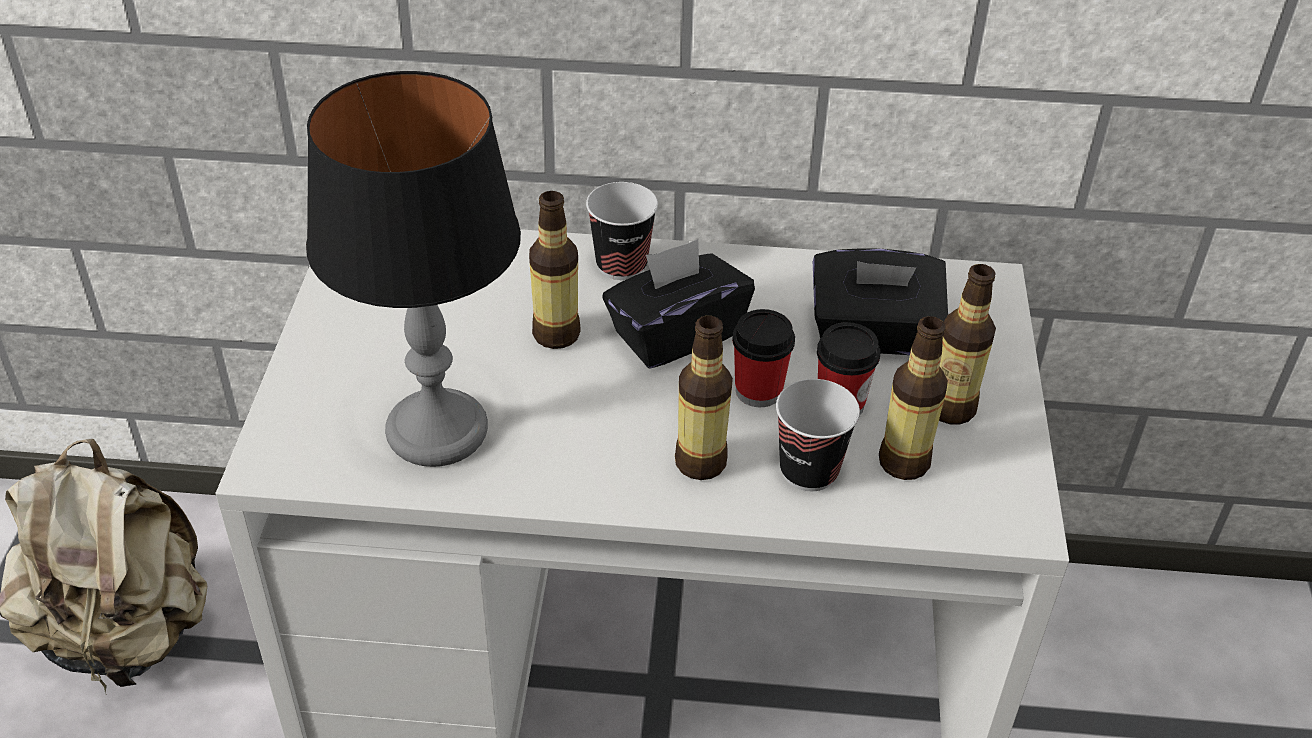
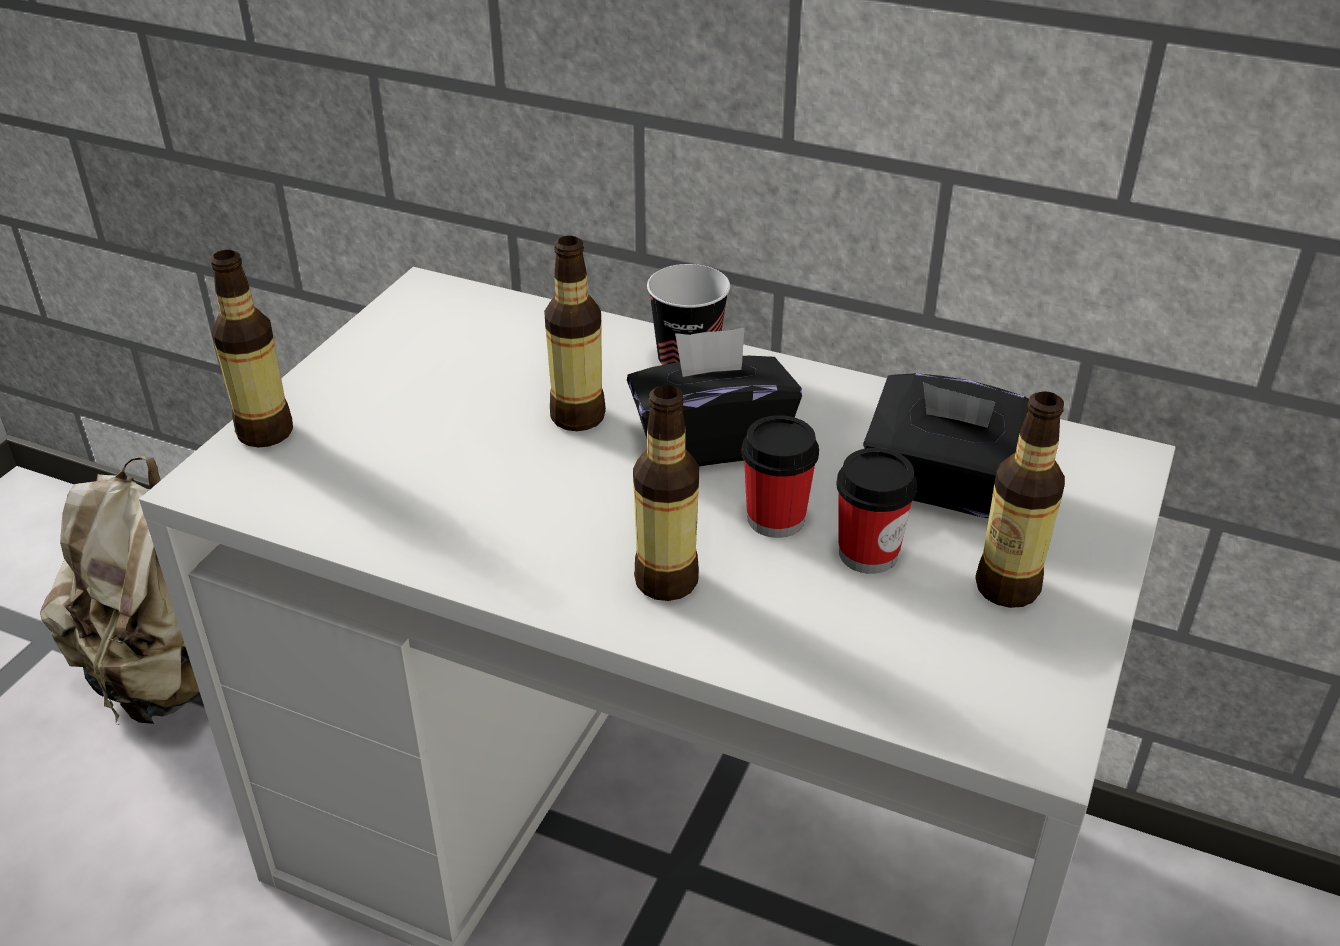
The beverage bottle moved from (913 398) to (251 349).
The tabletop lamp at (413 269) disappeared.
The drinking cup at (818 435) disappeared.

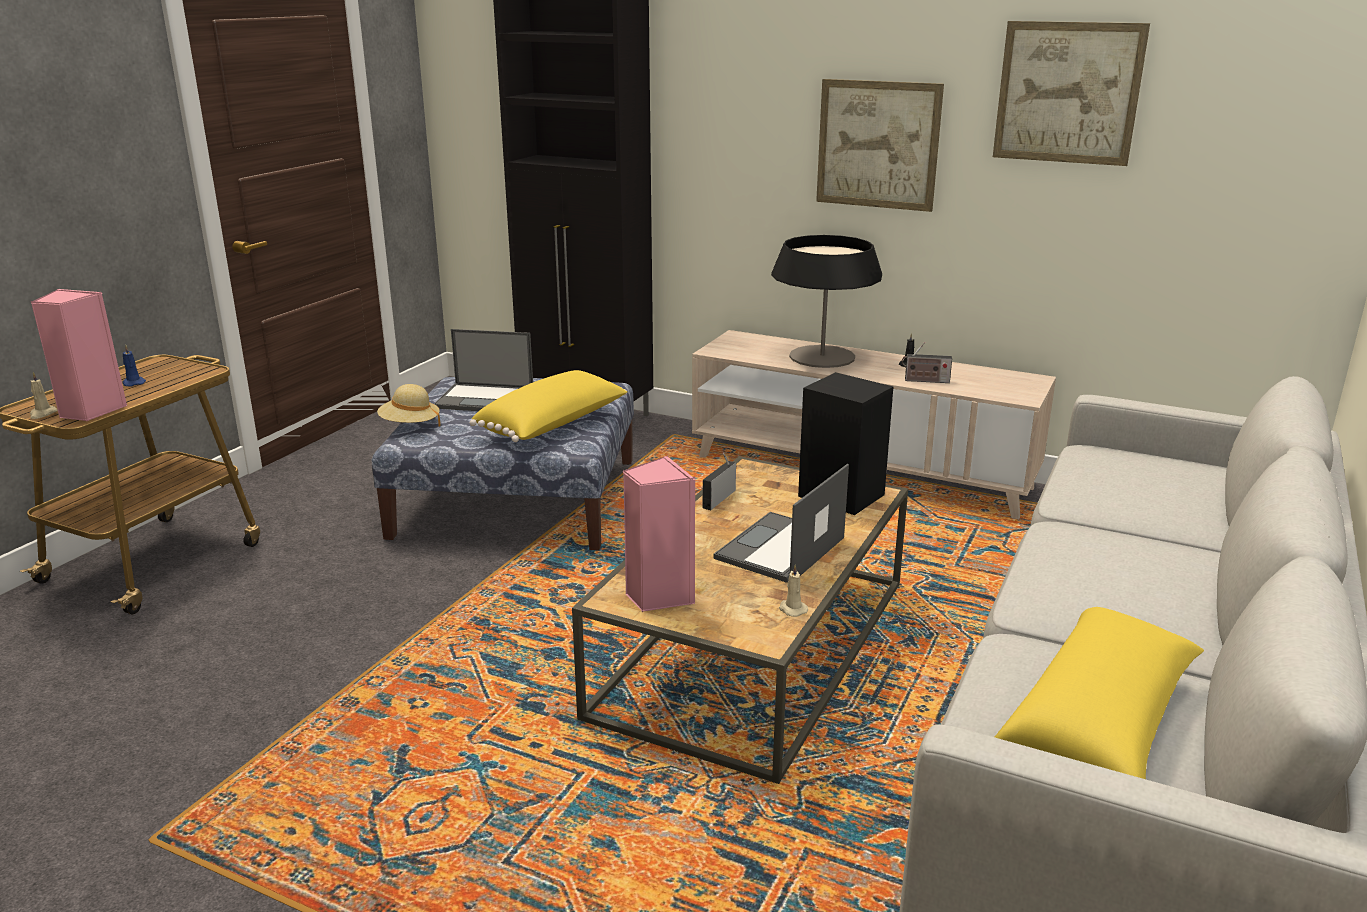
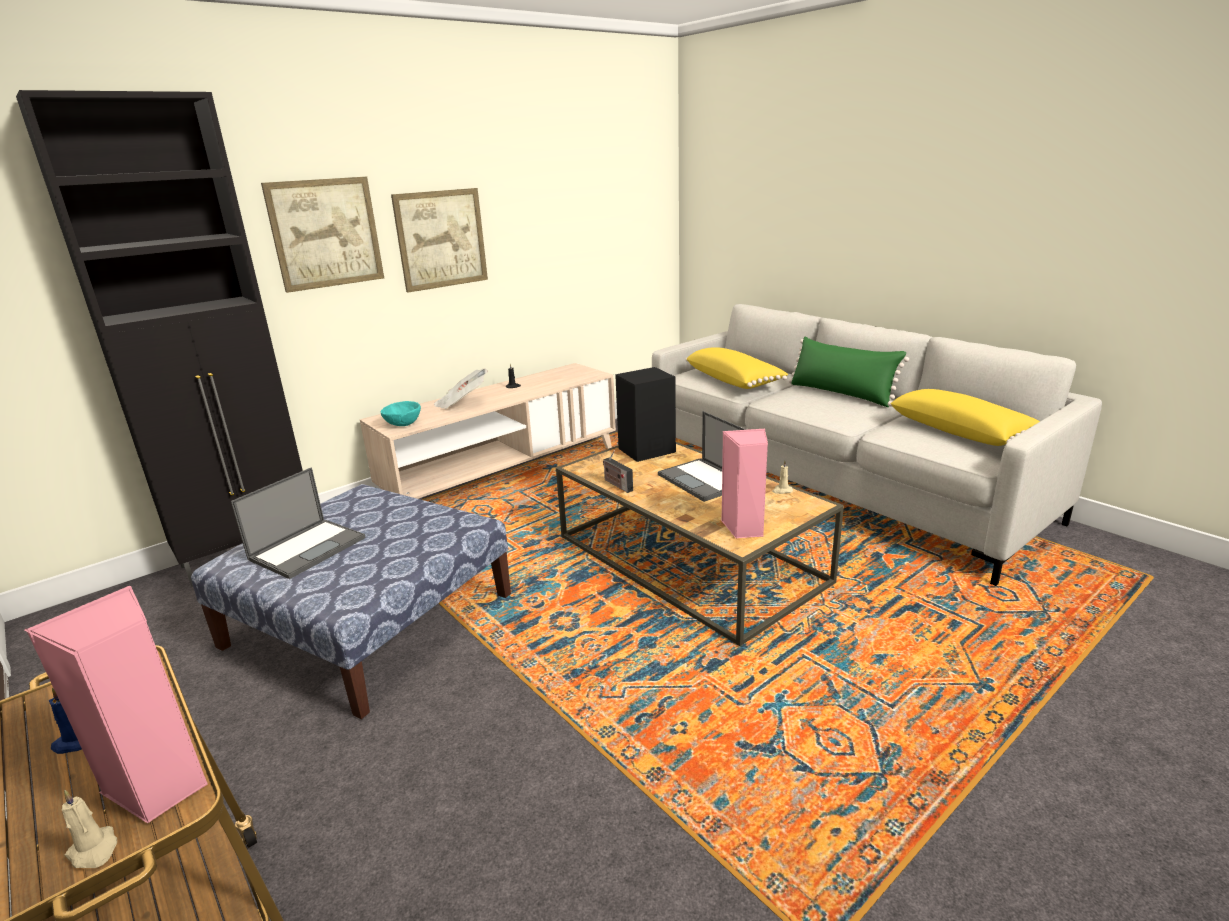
The wall art moved from (1071 93) to (322 235).
The bowl (blue-green) at (401 413) appeared.
The tabletop lamp at (826 301) was replaced by the newspaper at (461 389).
The pillow (yellow) moved from (548 406) to (736 368).
The pillow (green) at (849 372) appeared.
The clothing hat (beige-coloured) at (408 405) disappeared.
The radio at (927 362) disappeared.

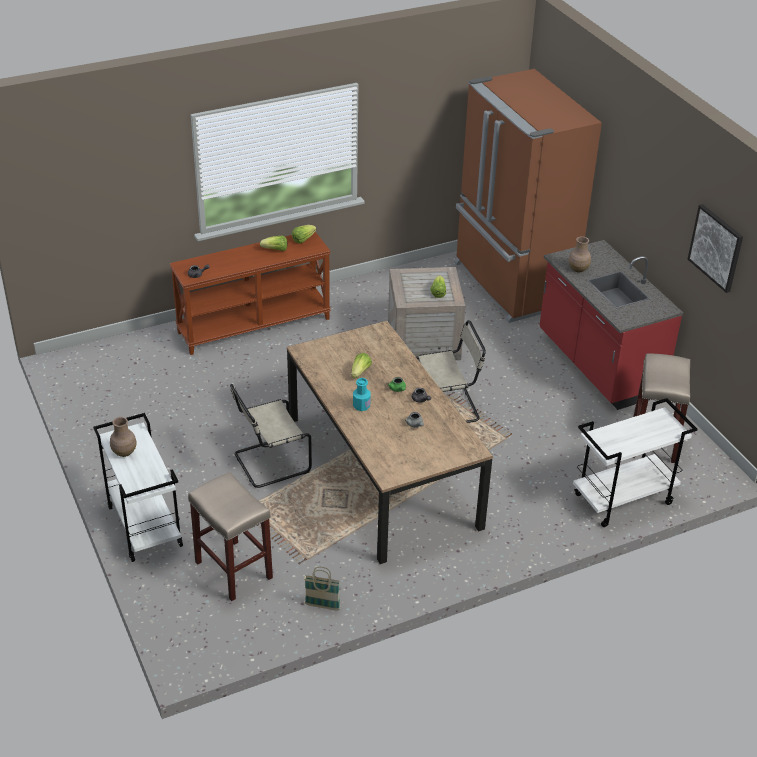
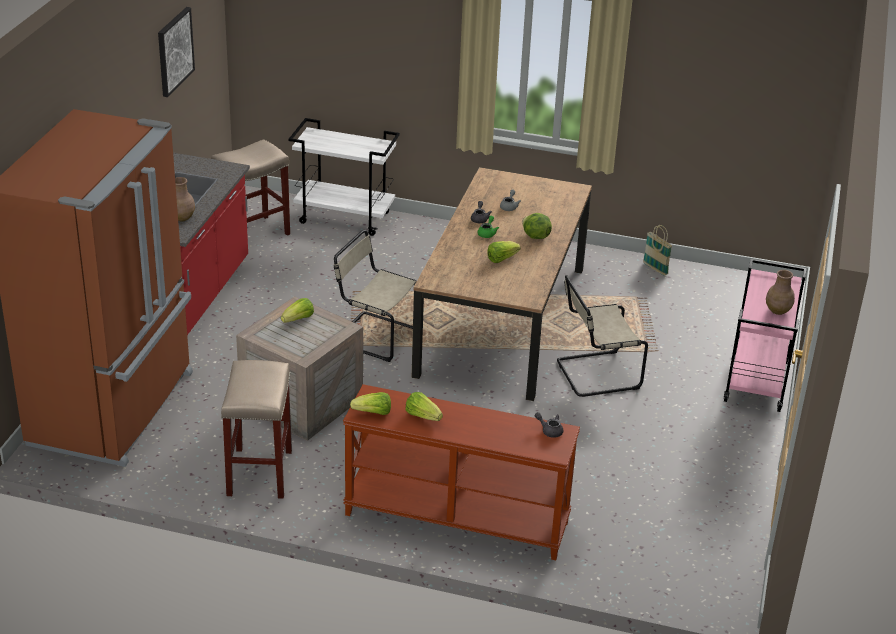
The sitting stool (beige-coloured) moved from (230 536) to (256 429).
The beverage bottle (blue-green) at (362 394) was replaced by the head of lettuce at (537 226).
The plain chair (beige-coloured) at (271 436) turned 150 degrees clockwise.
The wheeled cart (whitish) at (138 487) became the wheeled cart (pinkish) at (765 335).

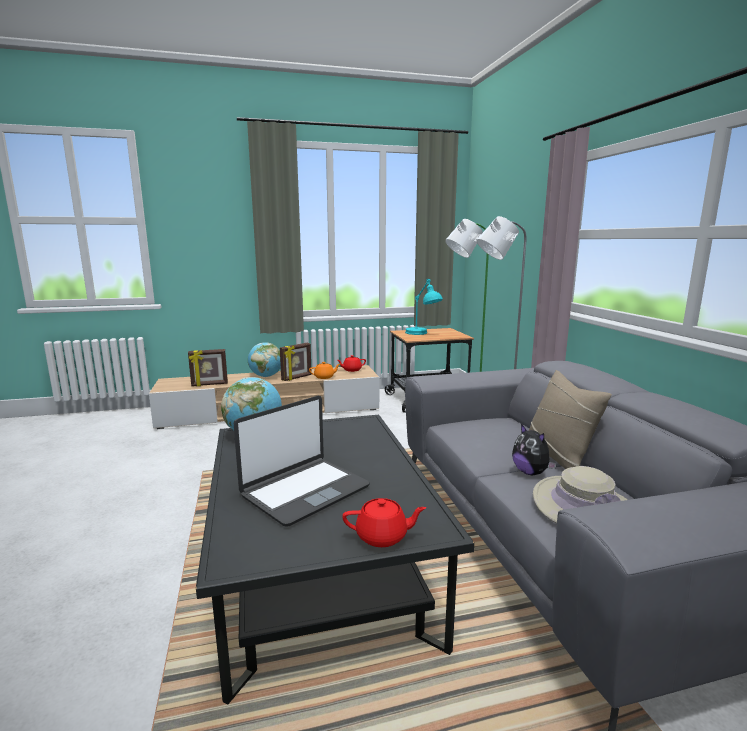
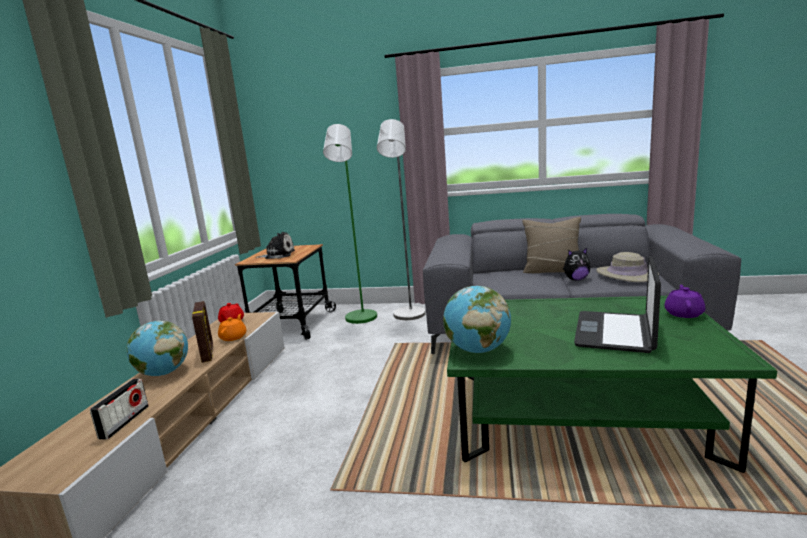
The photo frame at (208 367) was replaced by the radio at (119 409).
The tabletop lamp (blue-green) at (424 307) was replaced by the cuddly toy at (275 245).
The coffee table (blackish) at (335 559) became the coffee table (green) at (612 384).
The laptop at (302 461) turned 135 degrees counterclockwise.
The pot for tea (red) at (384 522) became the pot for tea (purple) at (684 301).

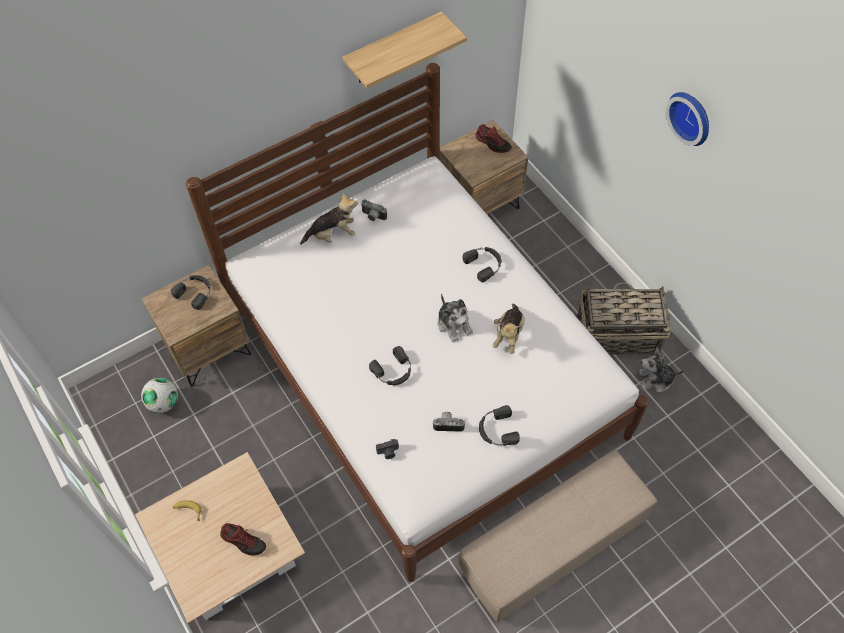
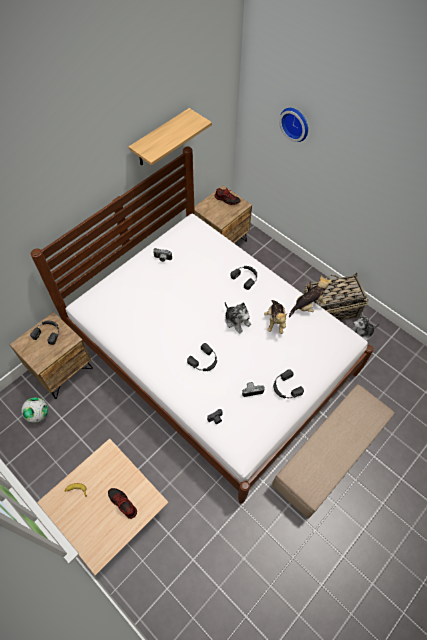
The item of footwear at (243 539) turned 150 degrees counterclockwise.
The hanging clock moved from (687 119) to (293 125).
The cuddly toy moved from (329 219) to (310 296).

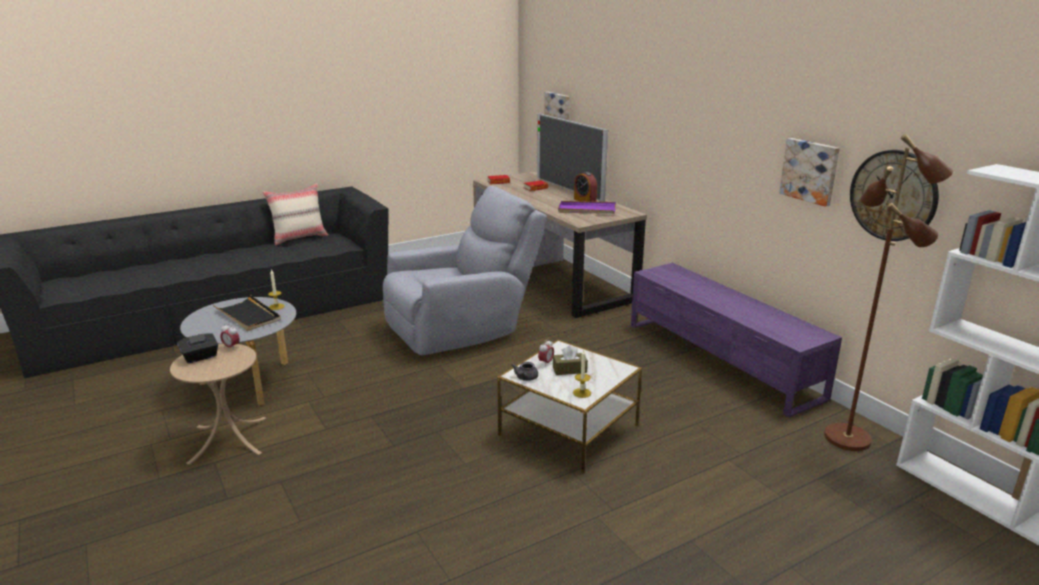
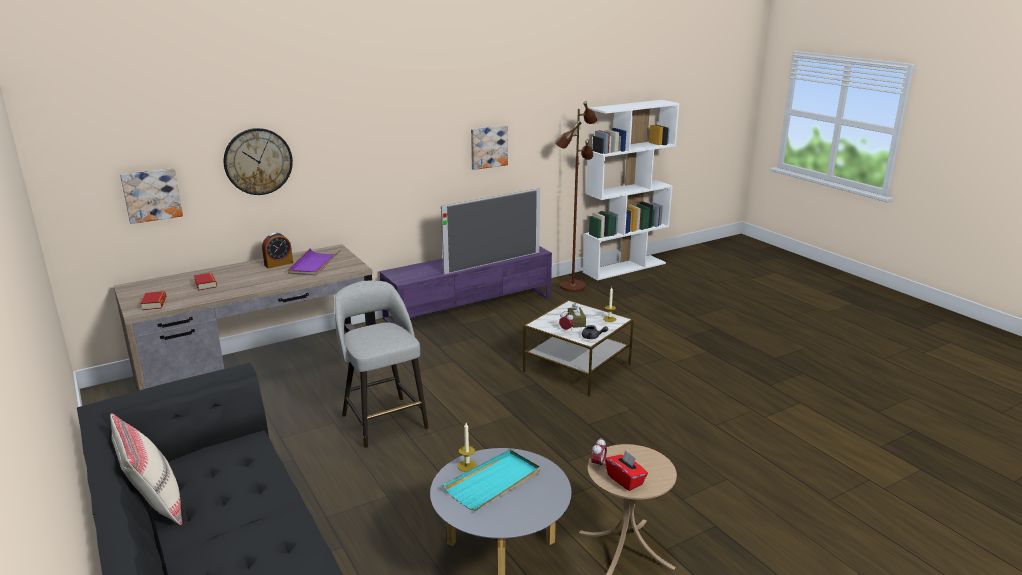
The hanging clock moved from (894 195) to (258 161).
The armchair (grey) at (465 270) was replaced by the sitting stool (grey) at (382 364).
The TV moved from (572 157) to (490 231).
The serving tray (blackish) at (247 312) became the serving tray (blue-green) at (491 480).
The tissue box (blackish) at (197 348) became the tissue box (red) at (626 470).

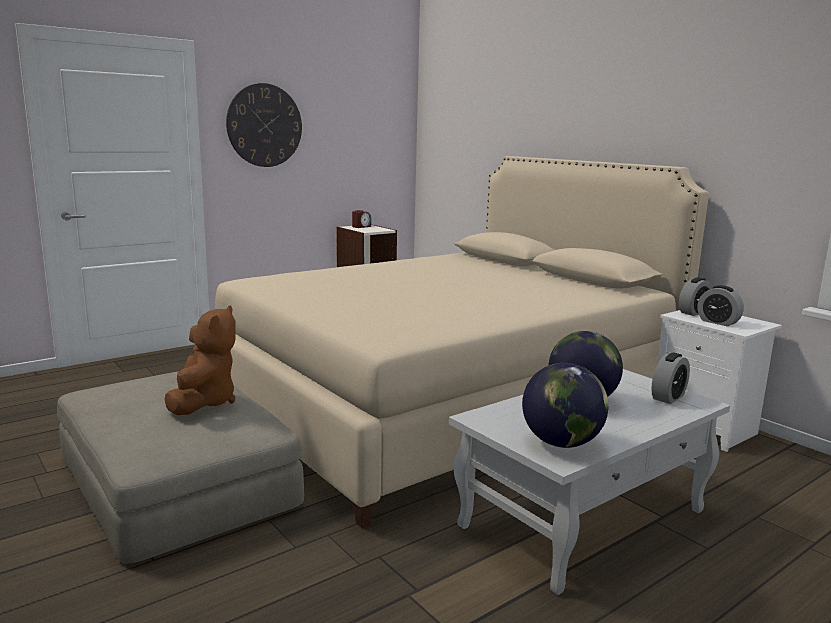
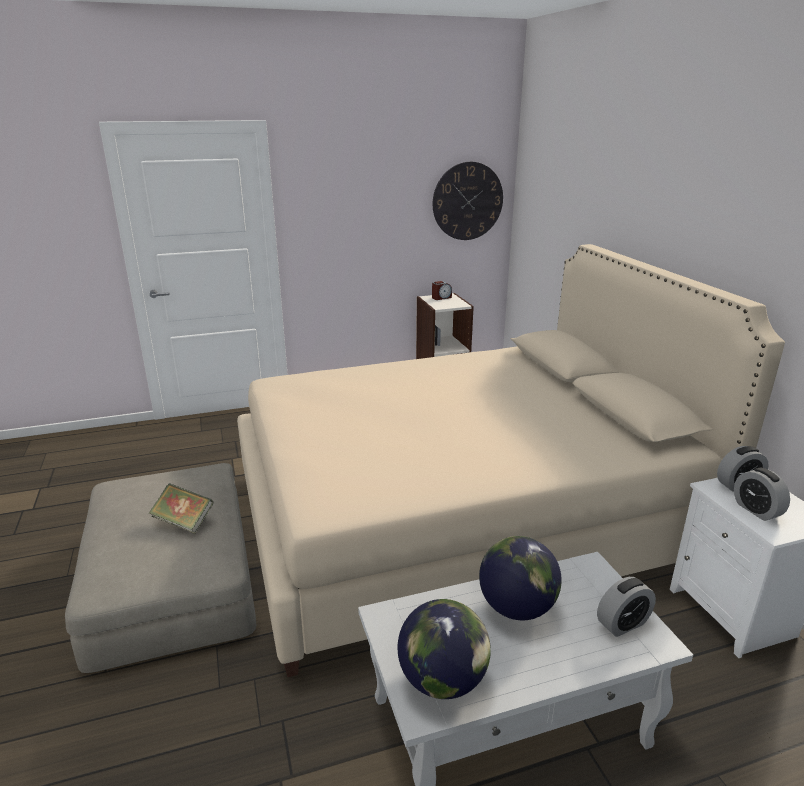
The cuddly toy (brownish) at (199 360) was replaced by the bound book at (181 508).
The hanging clock moved from (264 125) to (468 201).

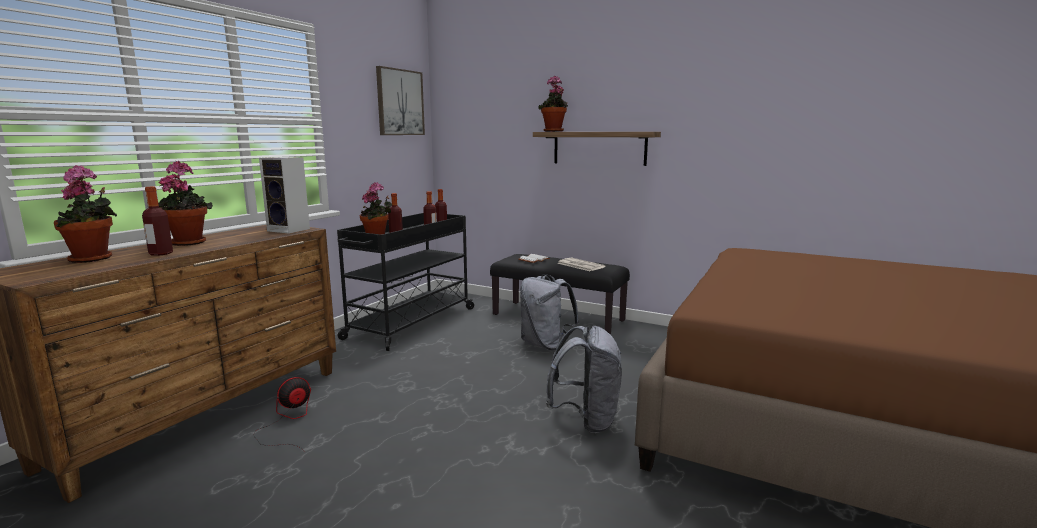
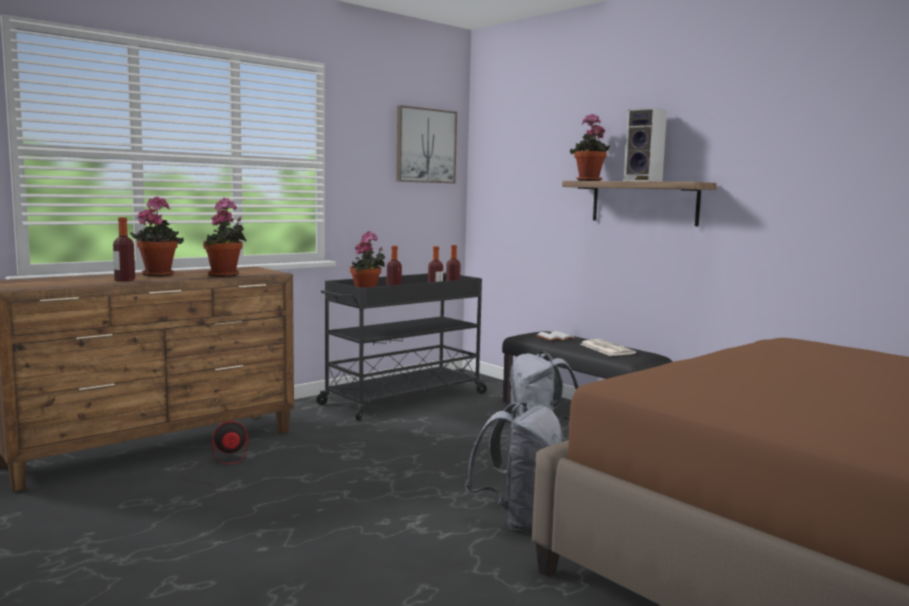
The potted plant moved from (85 214) to (224 237).
The loudspeaker moved from (284 195) to (645 145).

